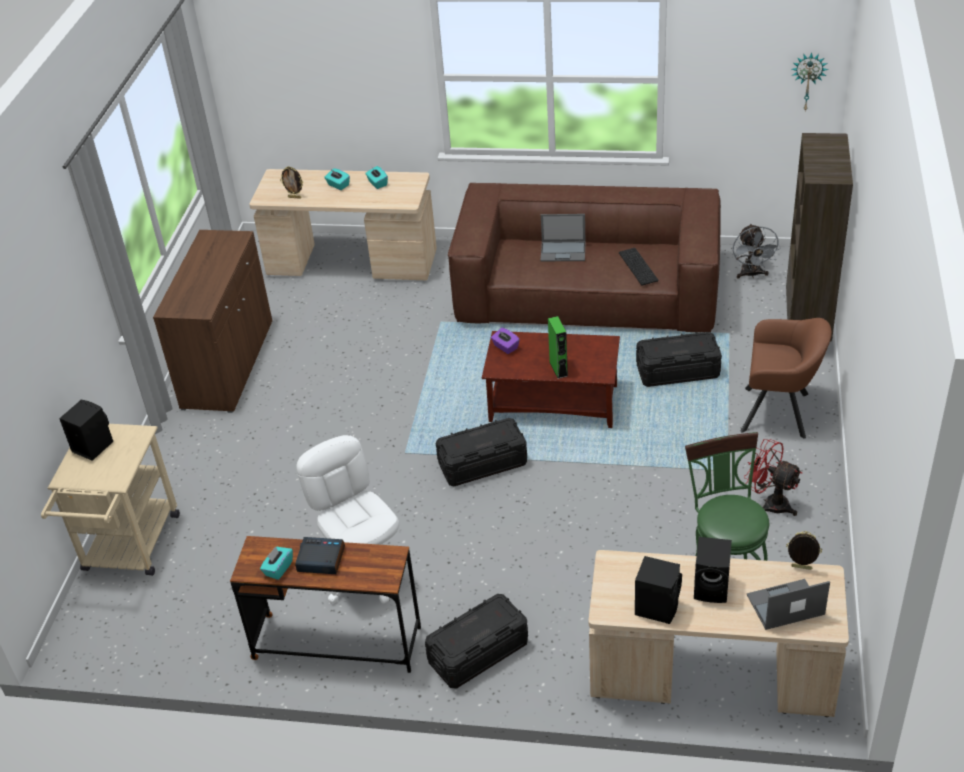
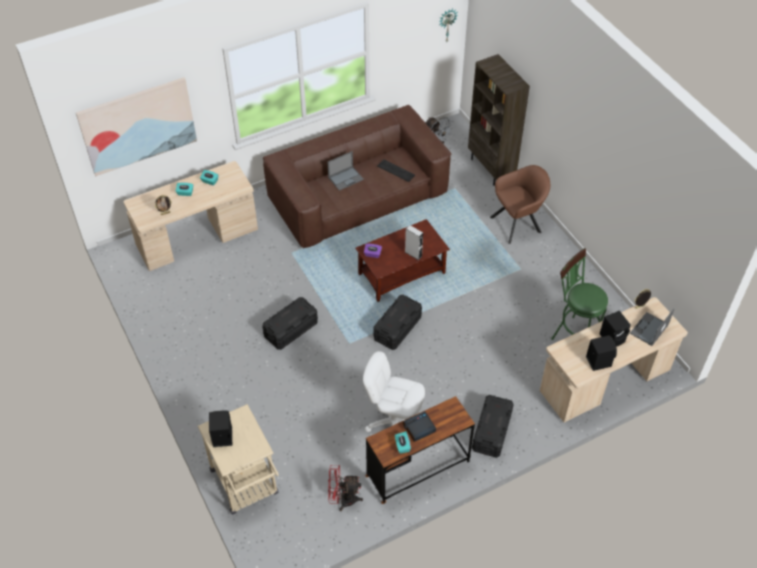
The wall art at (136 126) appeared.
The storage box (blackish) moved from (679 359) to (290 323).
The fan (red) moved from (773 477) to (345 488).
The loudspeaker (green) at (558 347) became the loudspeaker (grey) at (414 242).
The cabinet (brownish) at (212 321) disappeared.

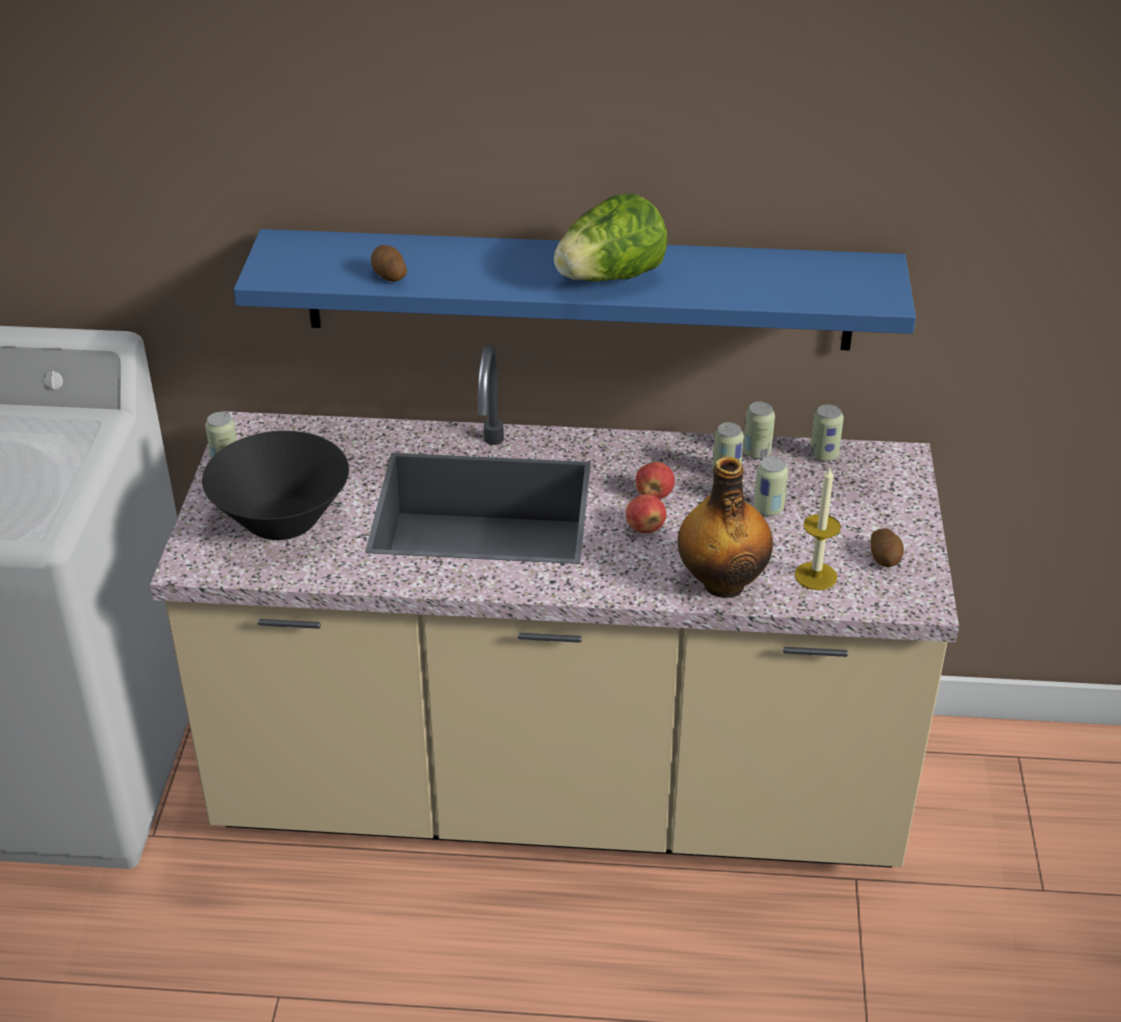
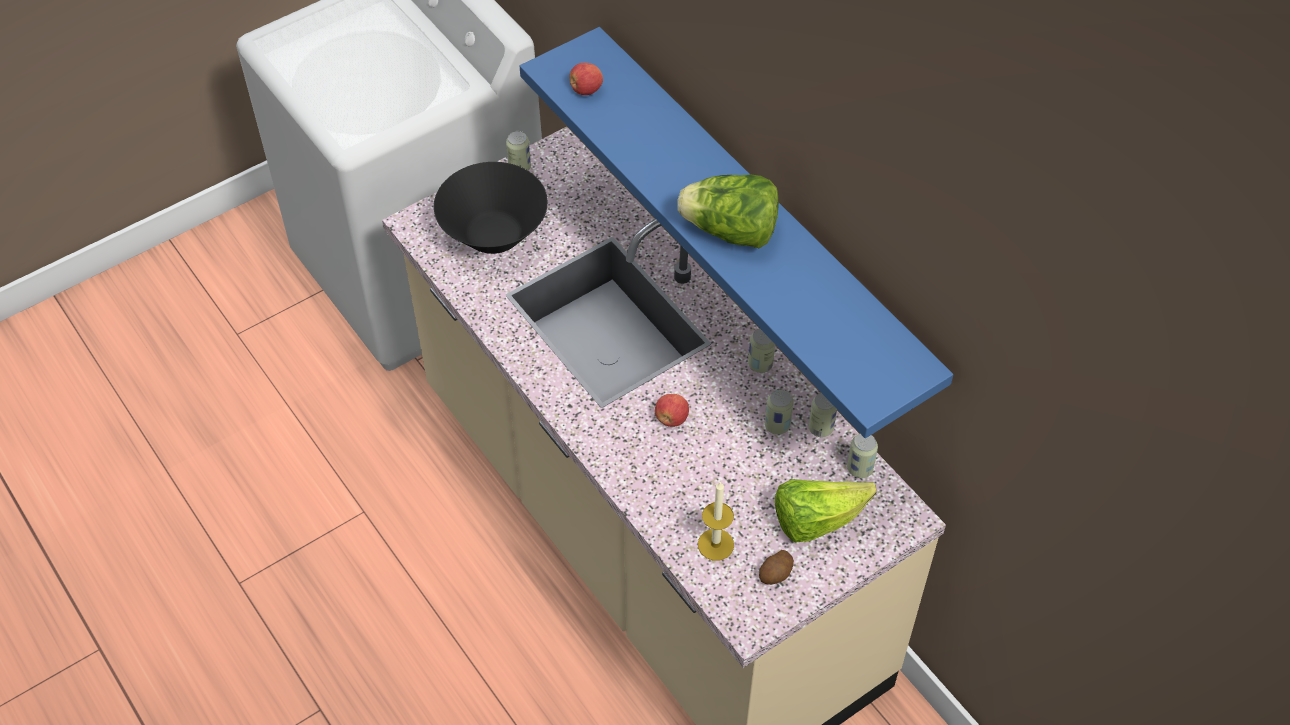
The whole apple moved from (655 480) to (586 79).
The sealed can moved from (771 486) to (761 350).
The head of lettuce at (826 510) appeared.
The spud at (389 263) disappeared.
The beverage bottle at (725 527) disappeared.

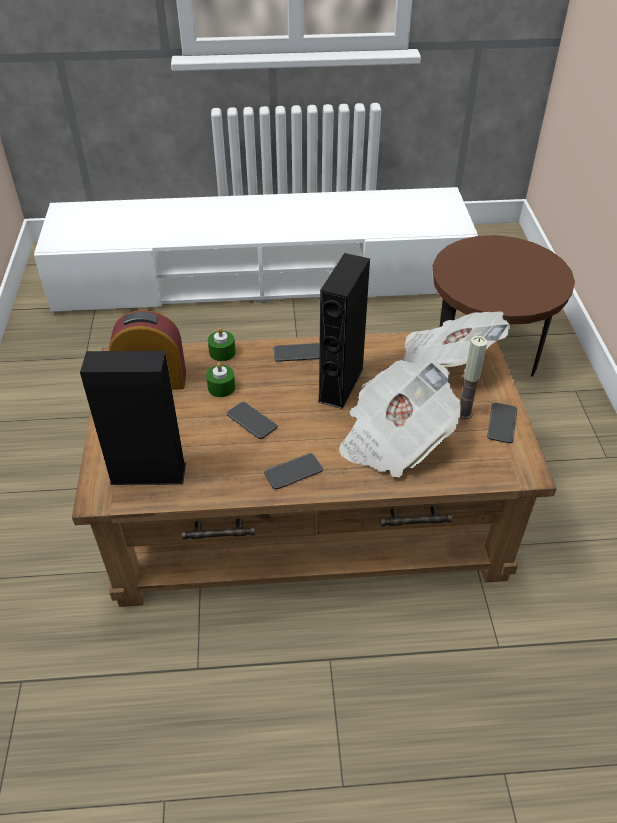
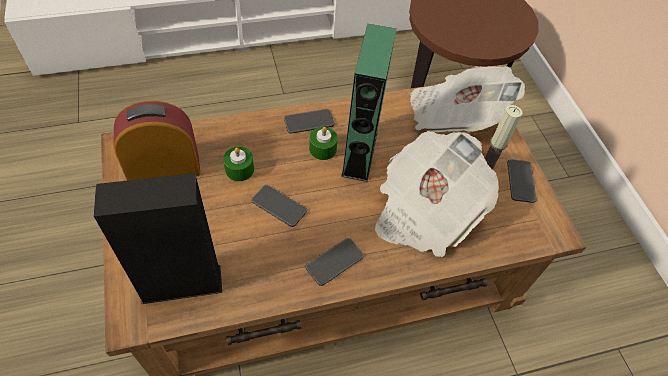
The wax candle (green) moved from (222 344) to (323 143).
The loudspeaker (blackish) at (344 331) became the loudspeaker (green) at (369 103).

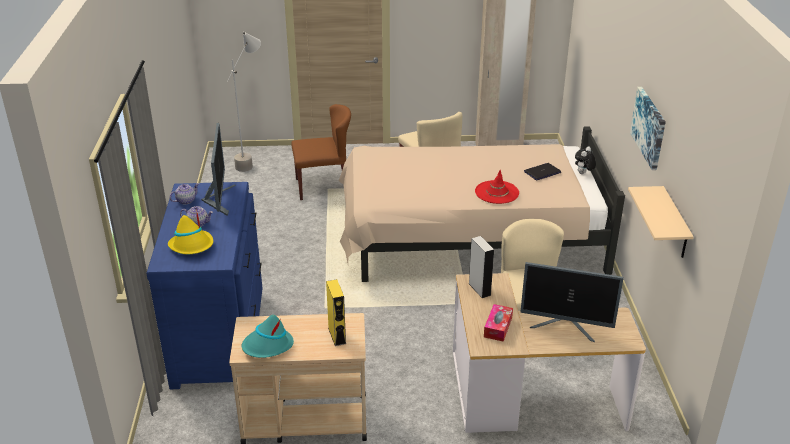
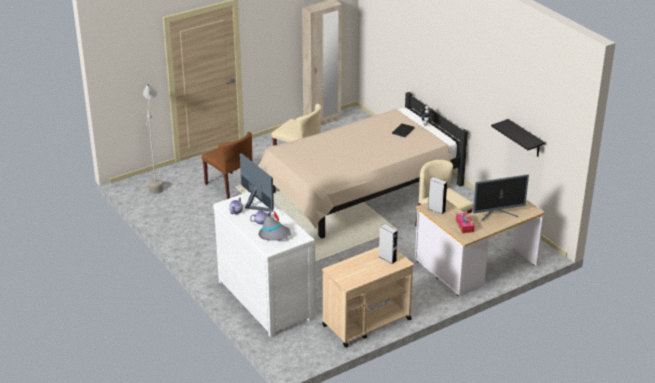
The plain chair (brownish) at (321 152) turned 90 degrees clockwise.
The drawer chest (blue) at (204 285) became the drawer chest (whitish) at (264 265).
The clothing hat (yellow) at (190 231) became the clothing hat (grey) at (275 226).
The loudspeaker (yellow) at (336 312) became the loudspeaker (grey) at (388 244).
The shelf (beige-coloured) at (661 222) became the shelf (blackish) at (518 138).
The clothing hat (blue-green) at (268 336) disappeared.
The clothing hat (red) at (497 187) disappeared.
The wall art at (648 128) disappeared.

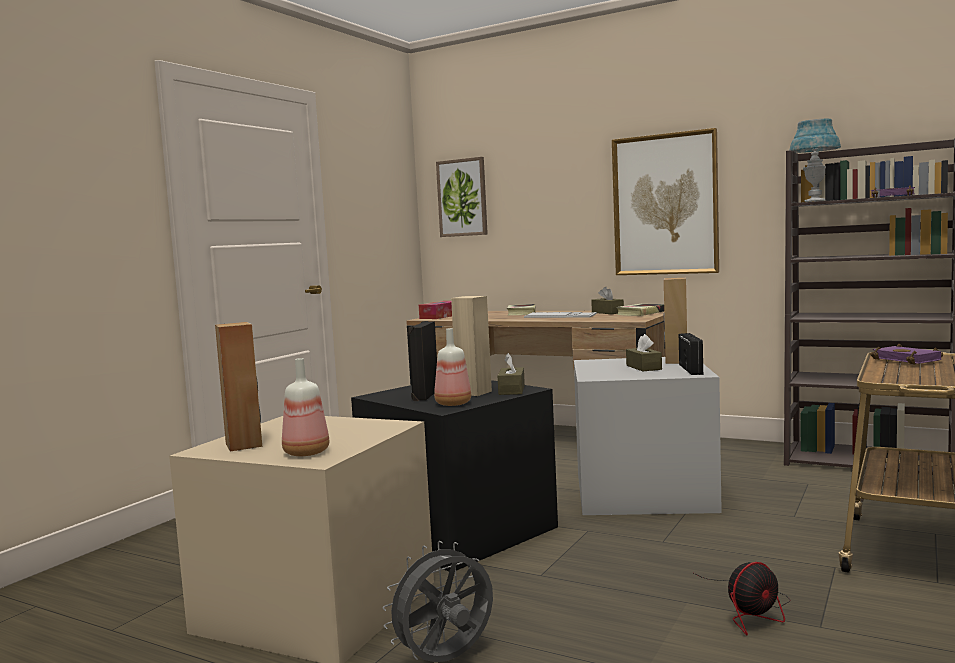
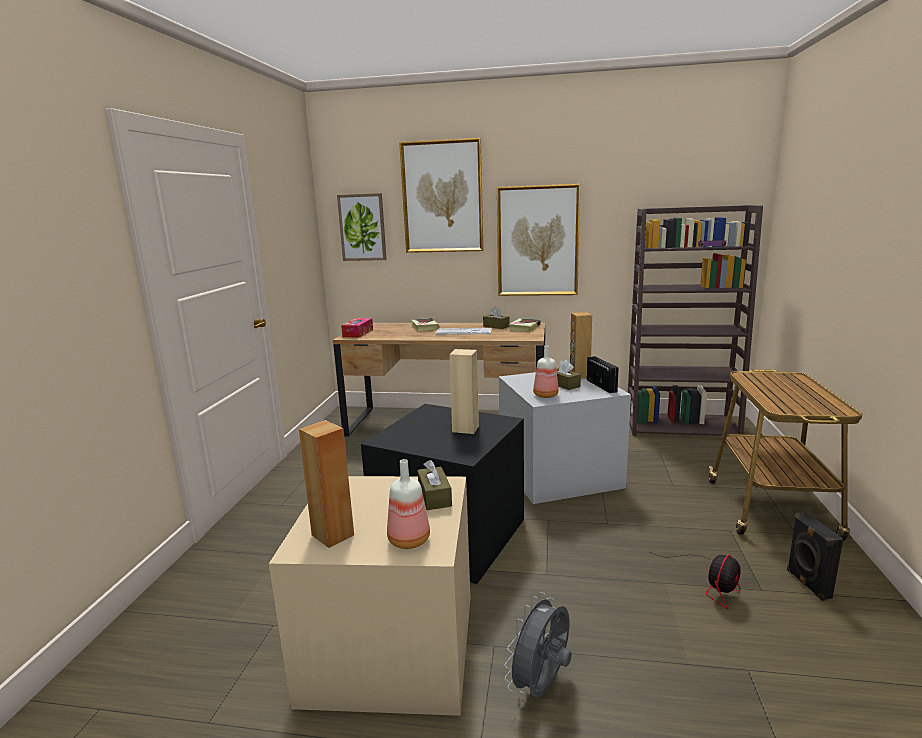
The wall art at (441 195) appeared.
The tissue box (brownish) moved from (511 374) to (434 485).
The beverage bottle moved from (452 367) to (546 372).
The loudspeaker (blackish) moved from (422 361) to (815 557).
The tabletop lamp (blue) at (815 160) disappeared.
The bound book (purple) at (907 354) disappeared.

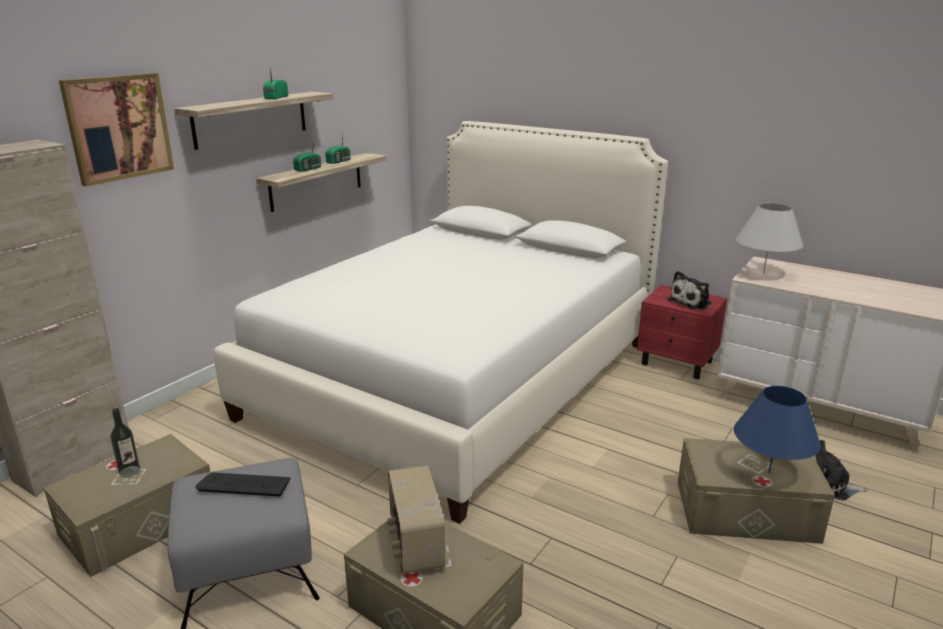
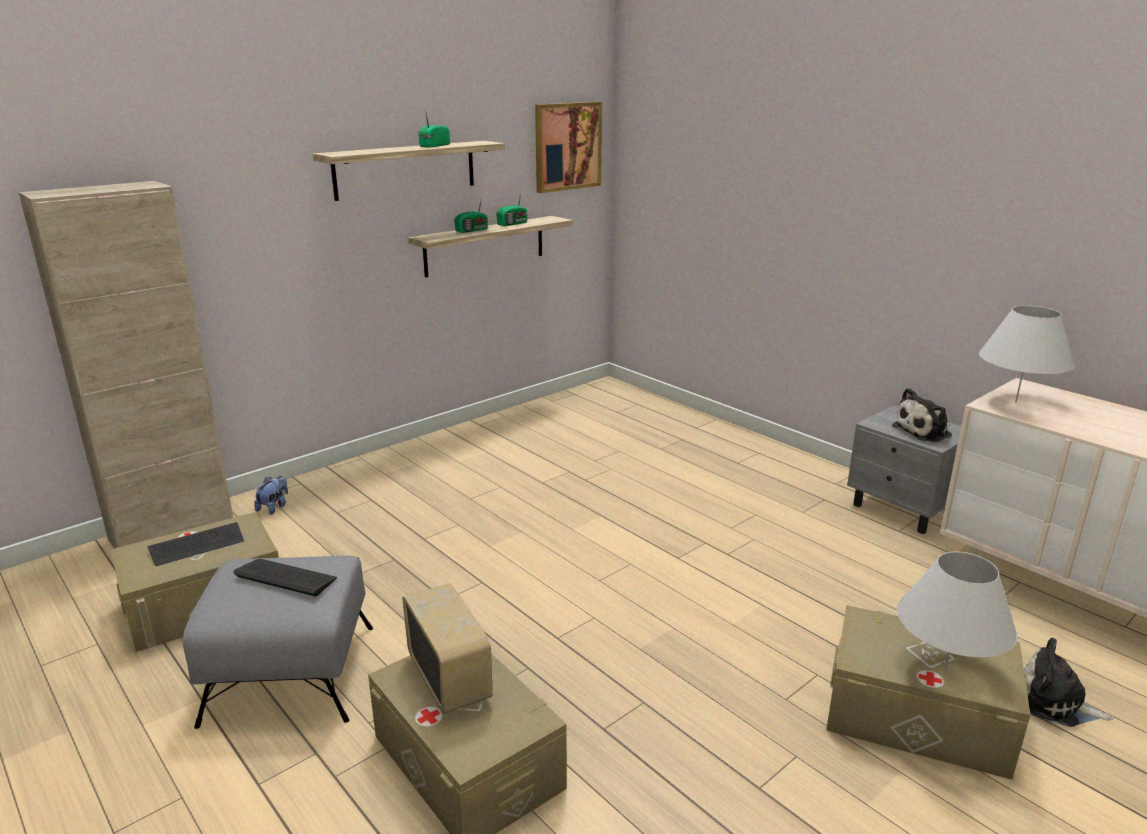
The beverage bottle at (125 442) was replaced by the computer keyboard at (195 544).
The cuddly toy at (271 495) appeared.
The radio at (416 519) turned 150 degrees clockwise.
The wall art moved from (116 130) to (568 147).
The bedside table (red) at (682 332) became the bedside table (grey) at (904 469).
The tabletop lamp (blue) at (777 429) became the tabletop lamp (whitish) at (957 611).
The bed (whitish) at (441 322) disappeared.

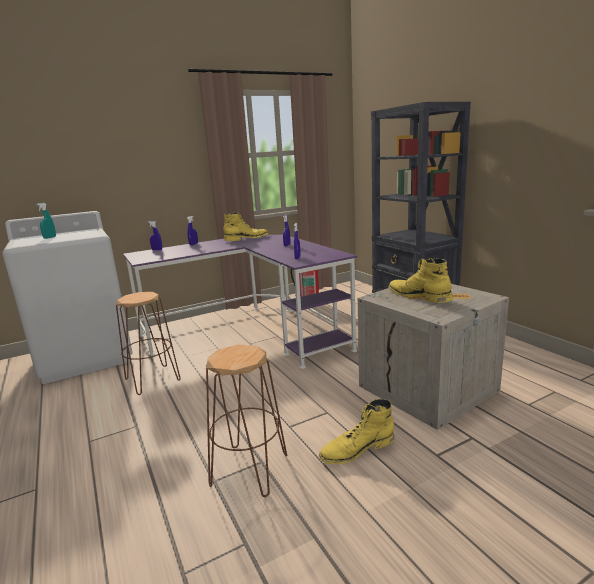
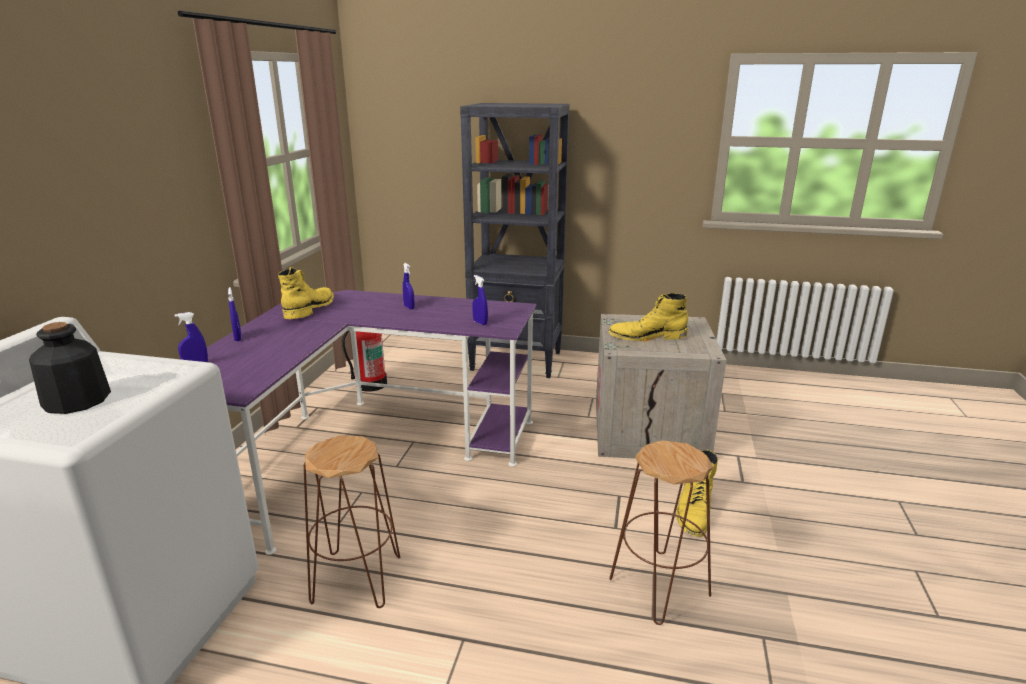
The spray bottle (blue-green) at (46 221) was replaced by the beverage bottle at (70 368).

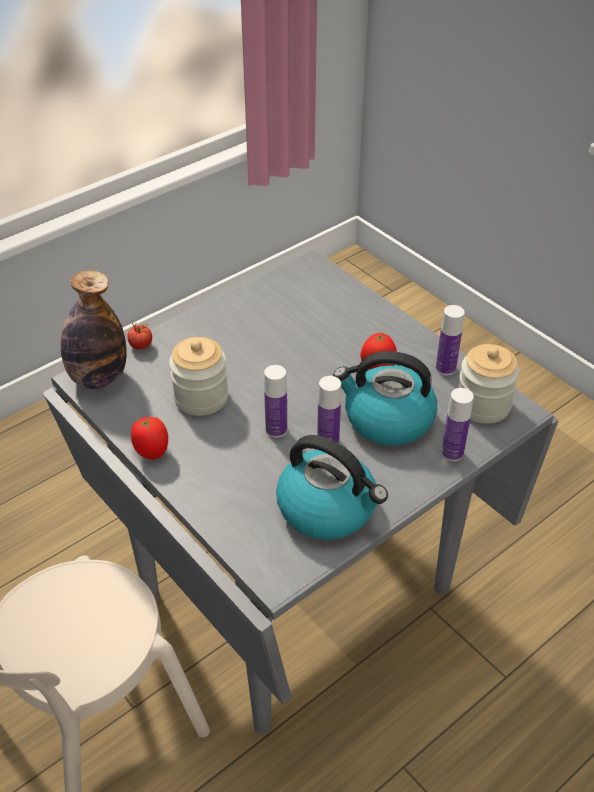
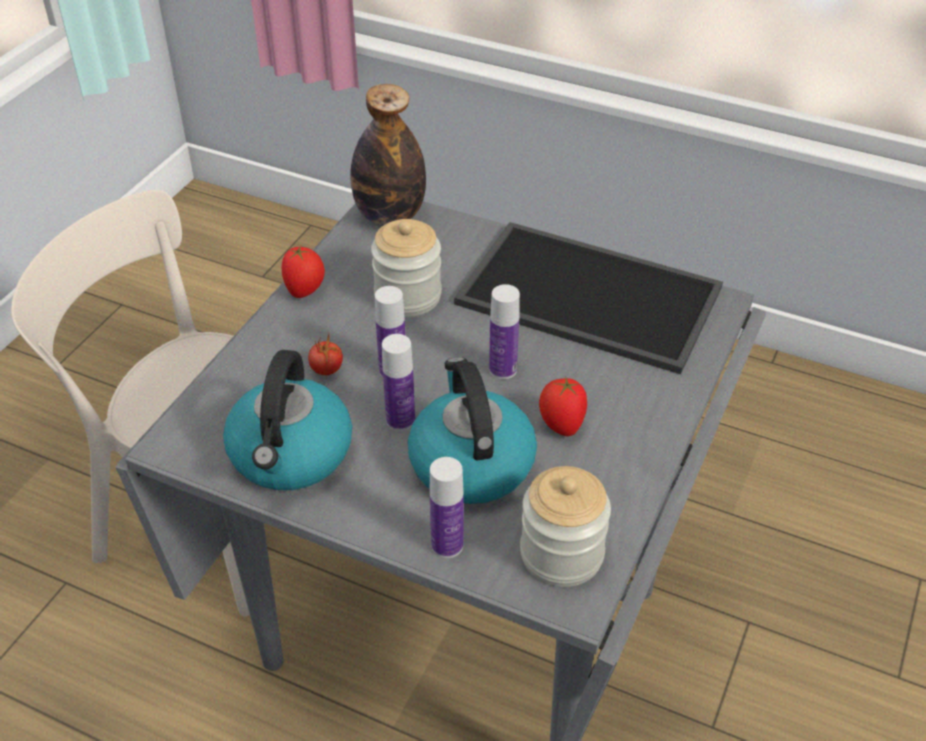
The whole tomato moved from (140 336) to (325 354).
The serving tray at (588 298) appeared.
The beverage bottle moved from (450 340) to (504 331).

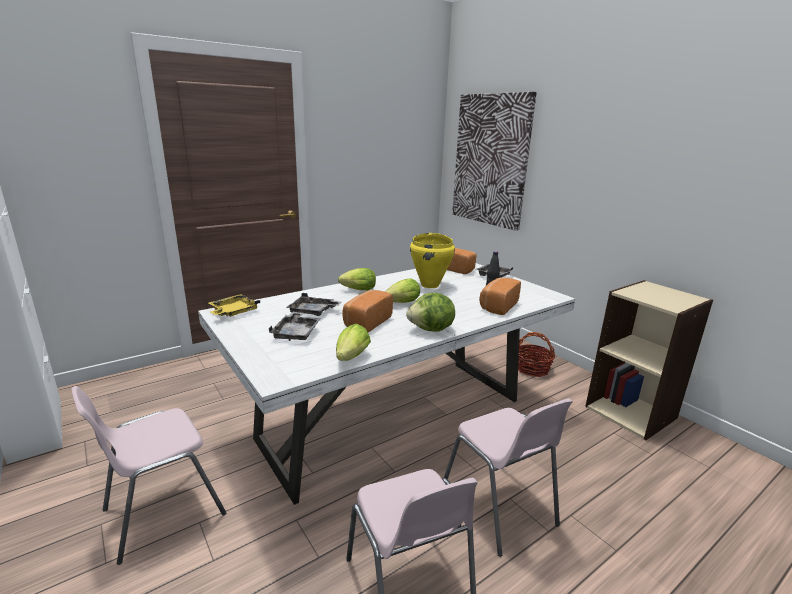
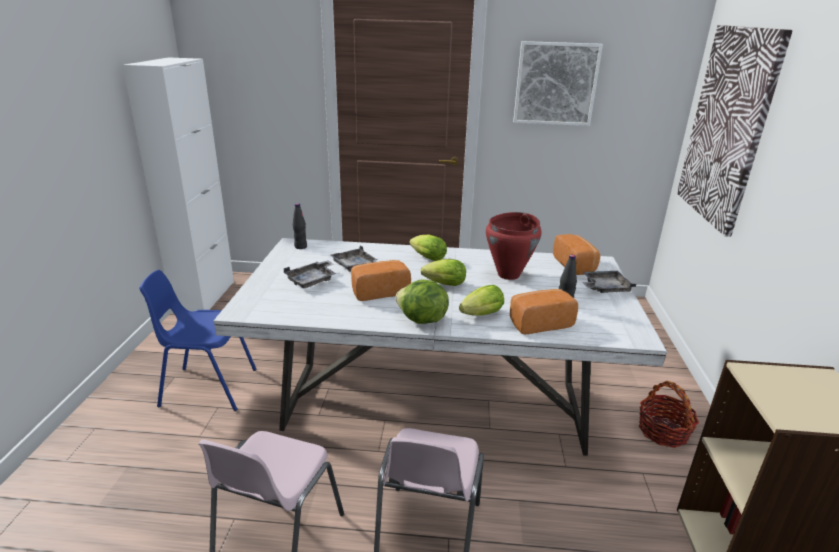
The plain chair (pinkish) at (148 475) became the plain chair (blue) at (198 340).
The serving tray (yellow) at (234 305) was replaced by the beverage bottle (blackish) at (300 226).
The head of lettuce moved from (353 342) to (481 300).
The cooking pot (yellow) at (432 260) became the cooking pot (red) at (514 246).
The wall art at (558 83) appeared.

